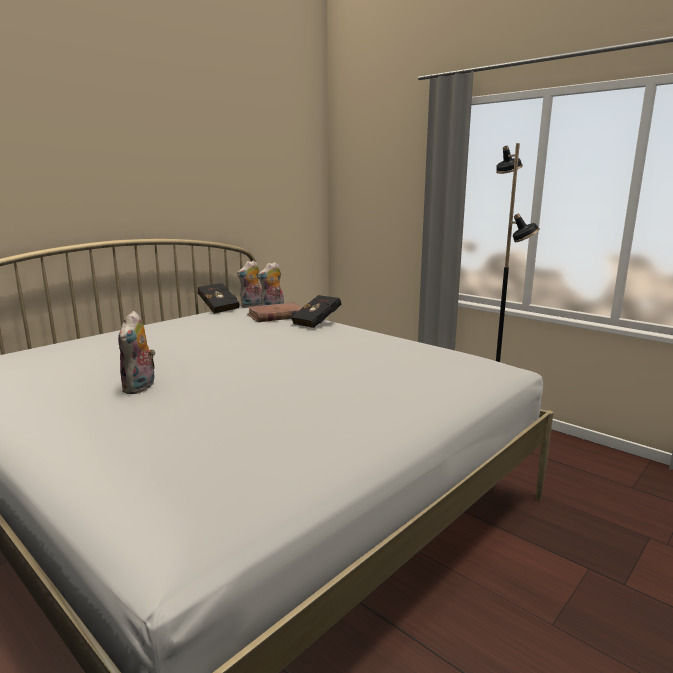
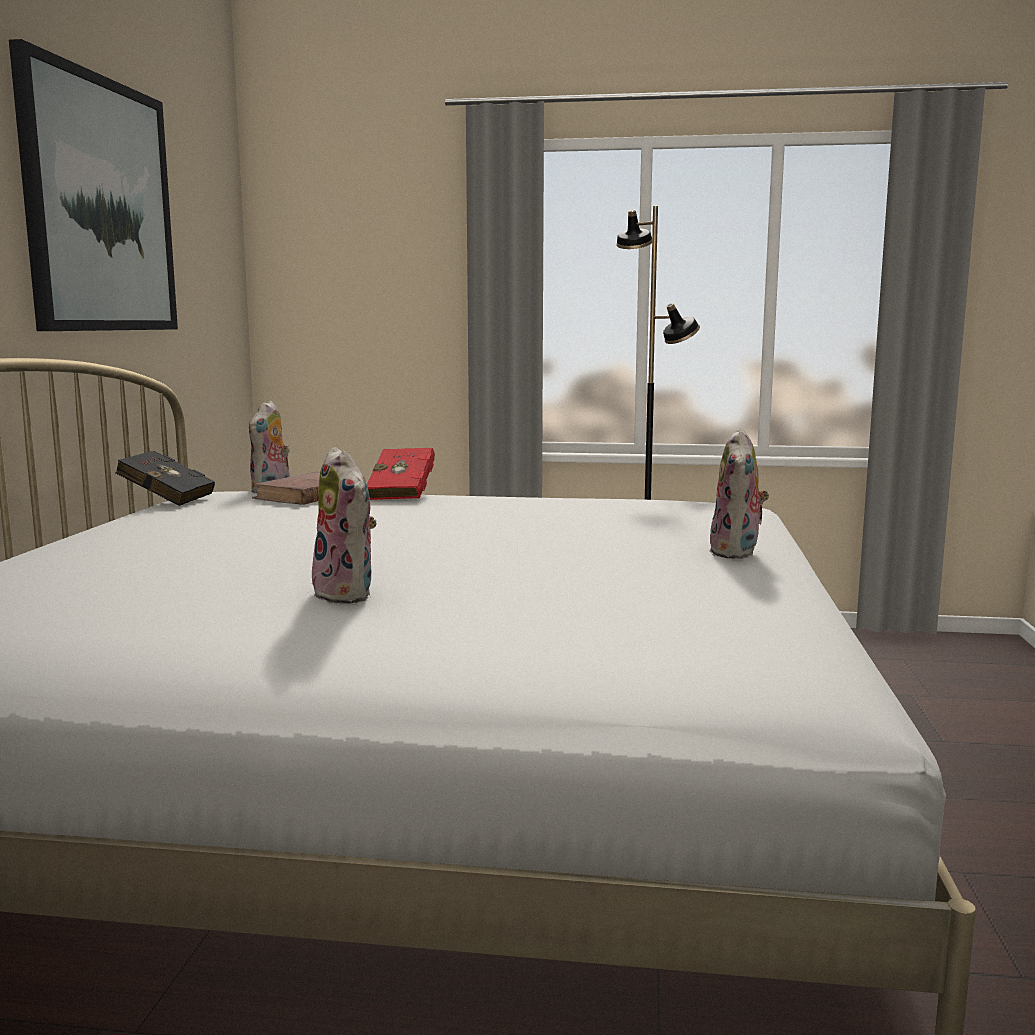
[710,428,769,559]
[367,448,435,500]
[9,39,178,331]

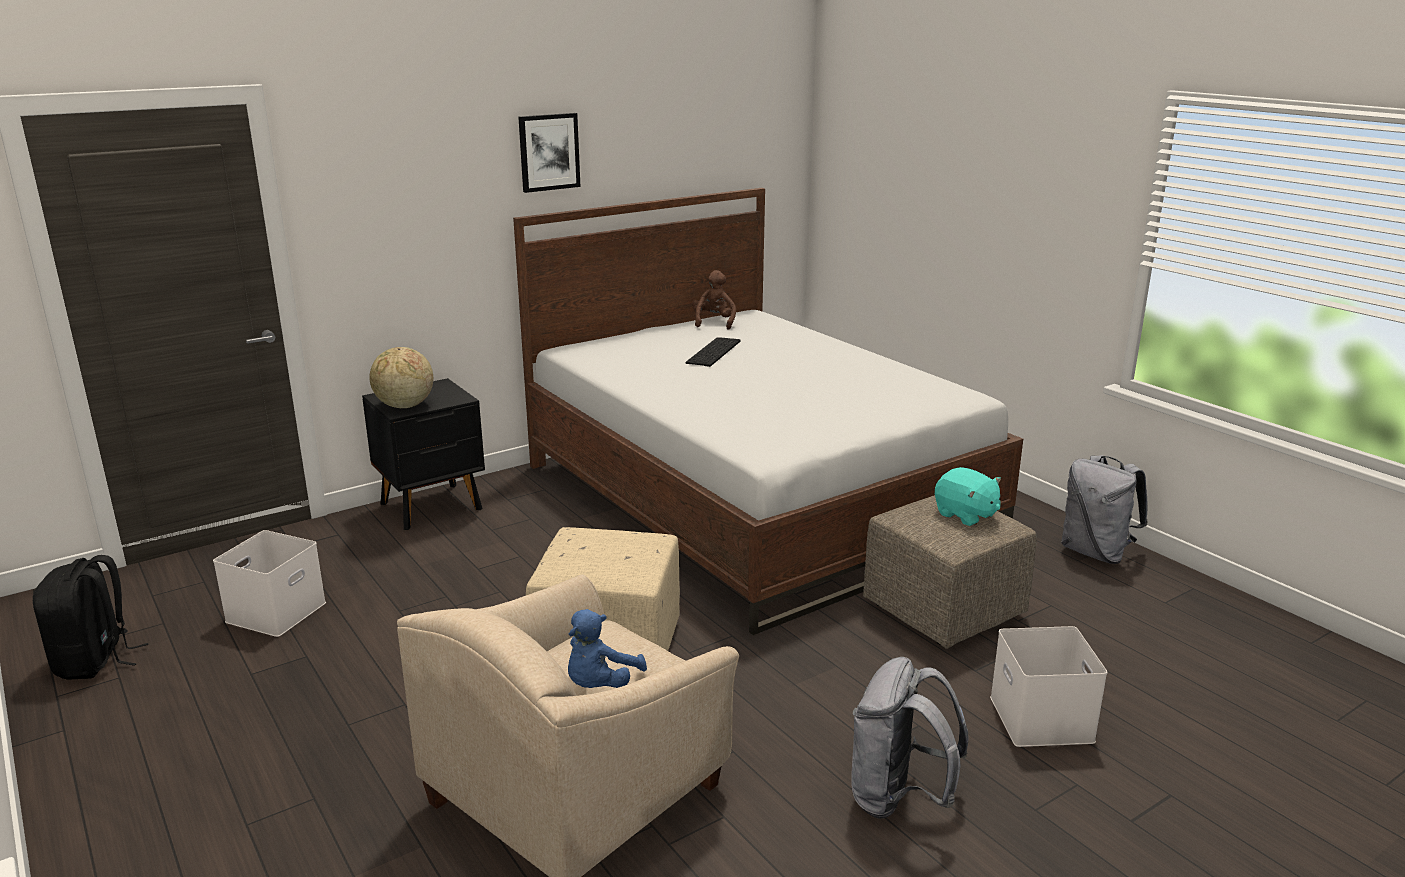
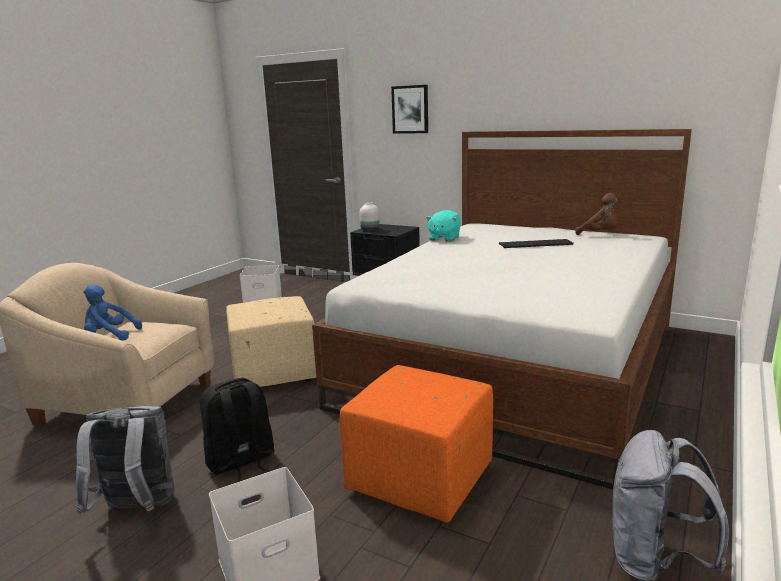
[391,85,428,134]
[575,193,618,235]
[359,202,380,231]
[426,210,461,242]
[339,365,493,523]
[200,378,275,482]

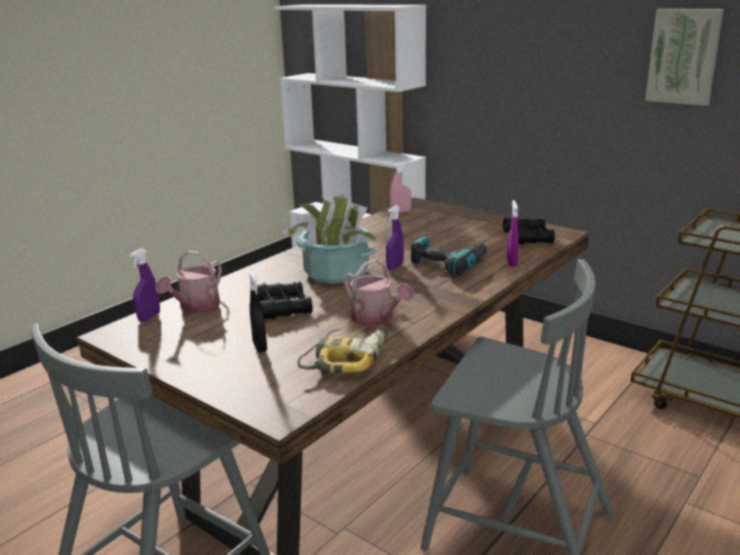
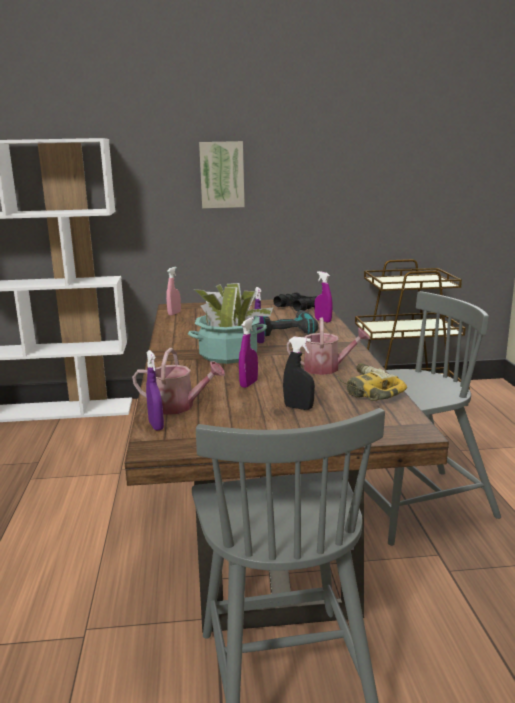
[199,141,245,208]
[132,348,225,415]
[239,317,258,388]

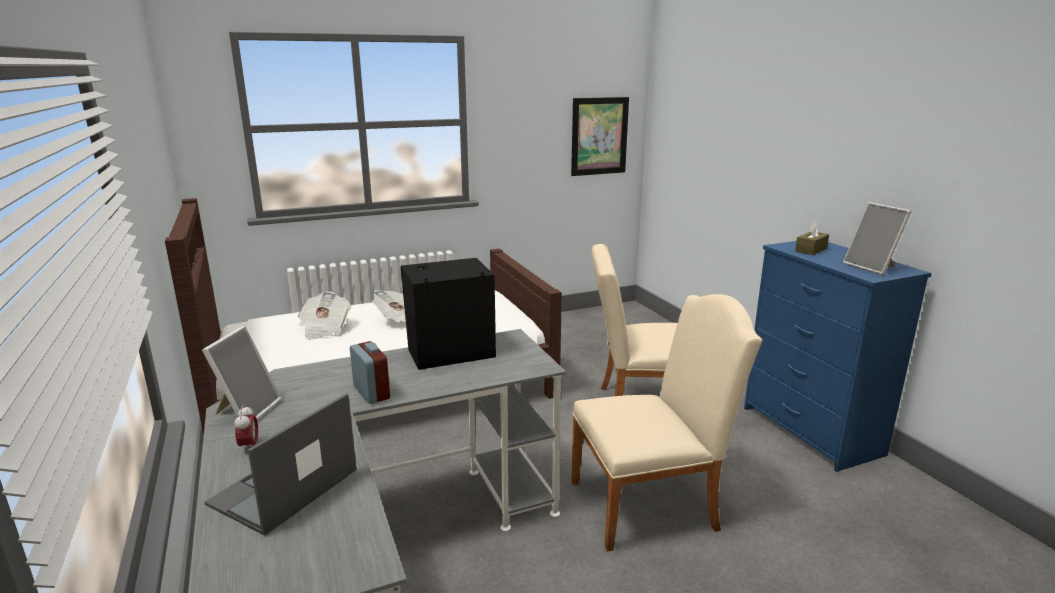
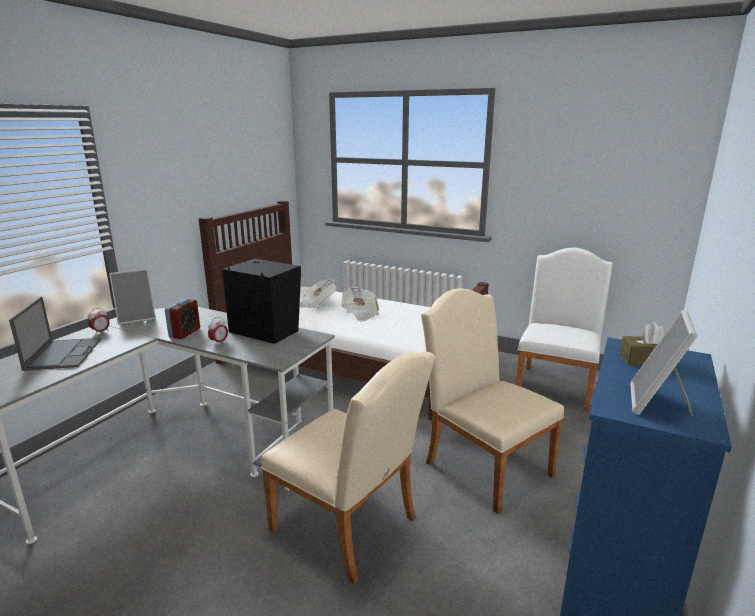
[571,97,629,176] (first image)
[9,297,101,371]
[516,248,613,412]
[208,317,228,346]

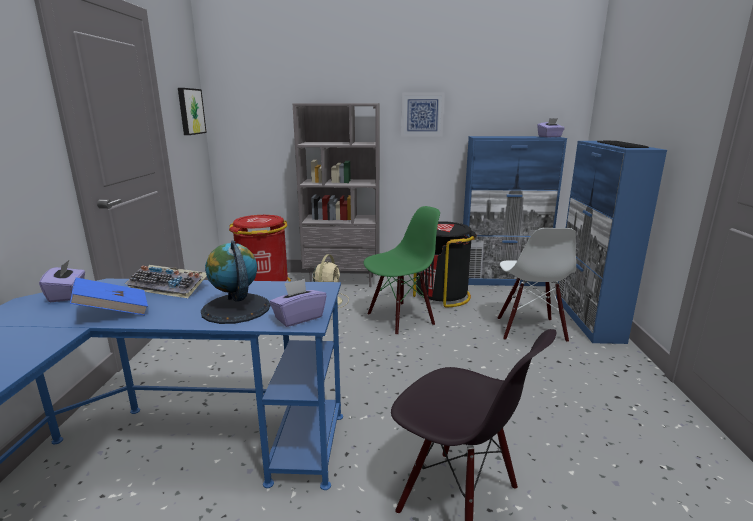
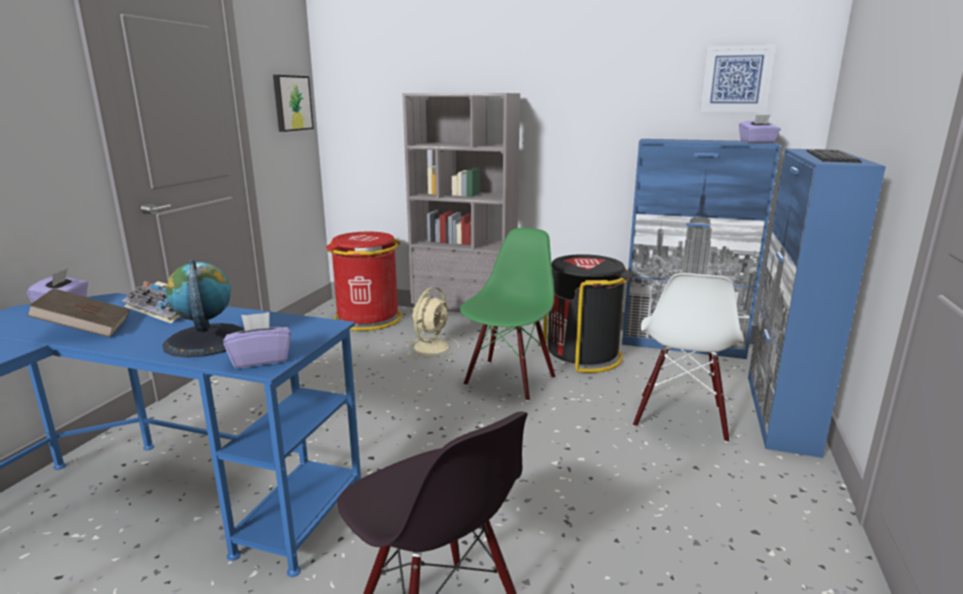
[700,45,775,112]
[460,228,555,401]
[27,288,130,337]

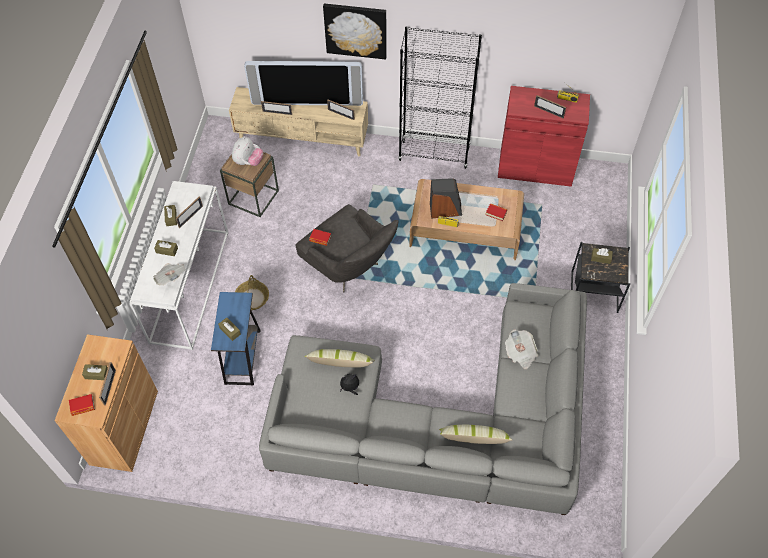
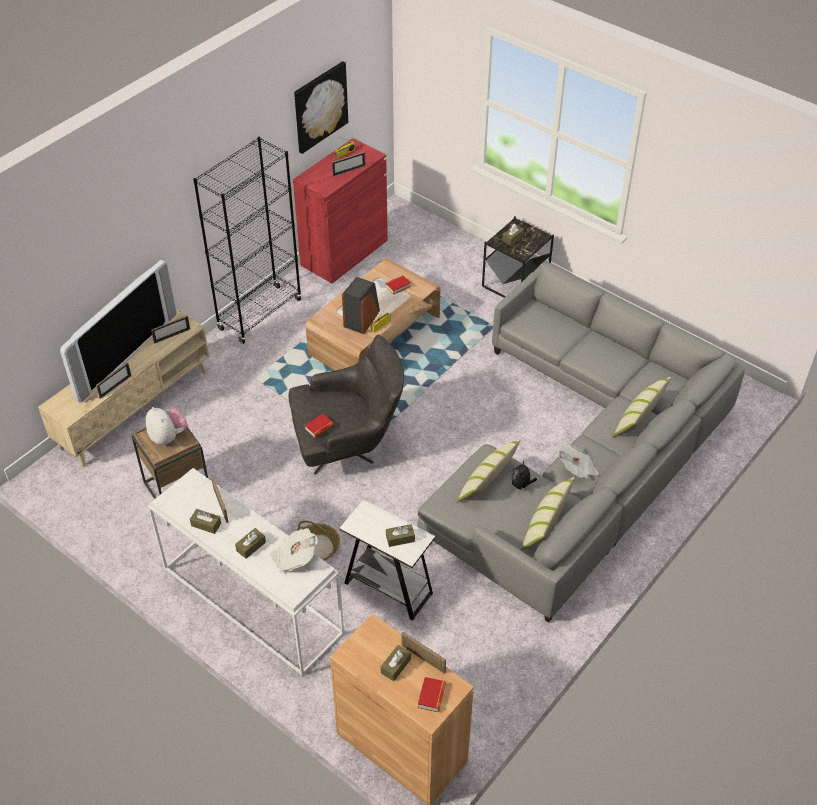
[294,61,348,154]
[339,499,435,621]
[557,444,599,478]
[521,477,575,551]

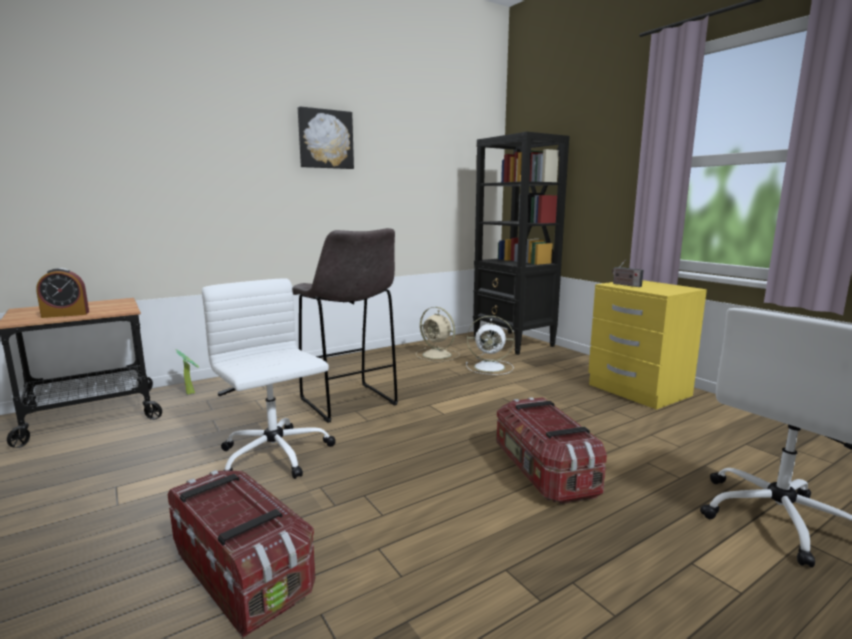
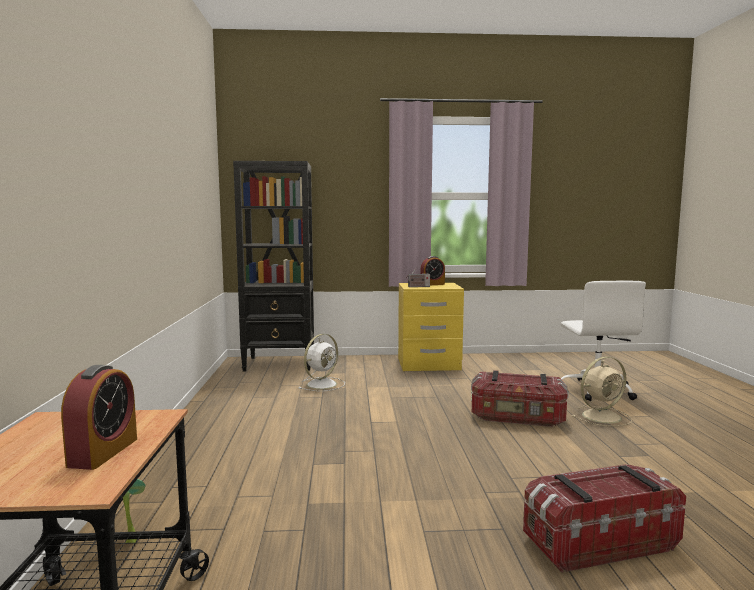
[298,106,354,169] (first image)
[292,228,398,423] (first image)
[202,279,336,479] (first image)
[571,356,632,426]
[420,256,445,285]

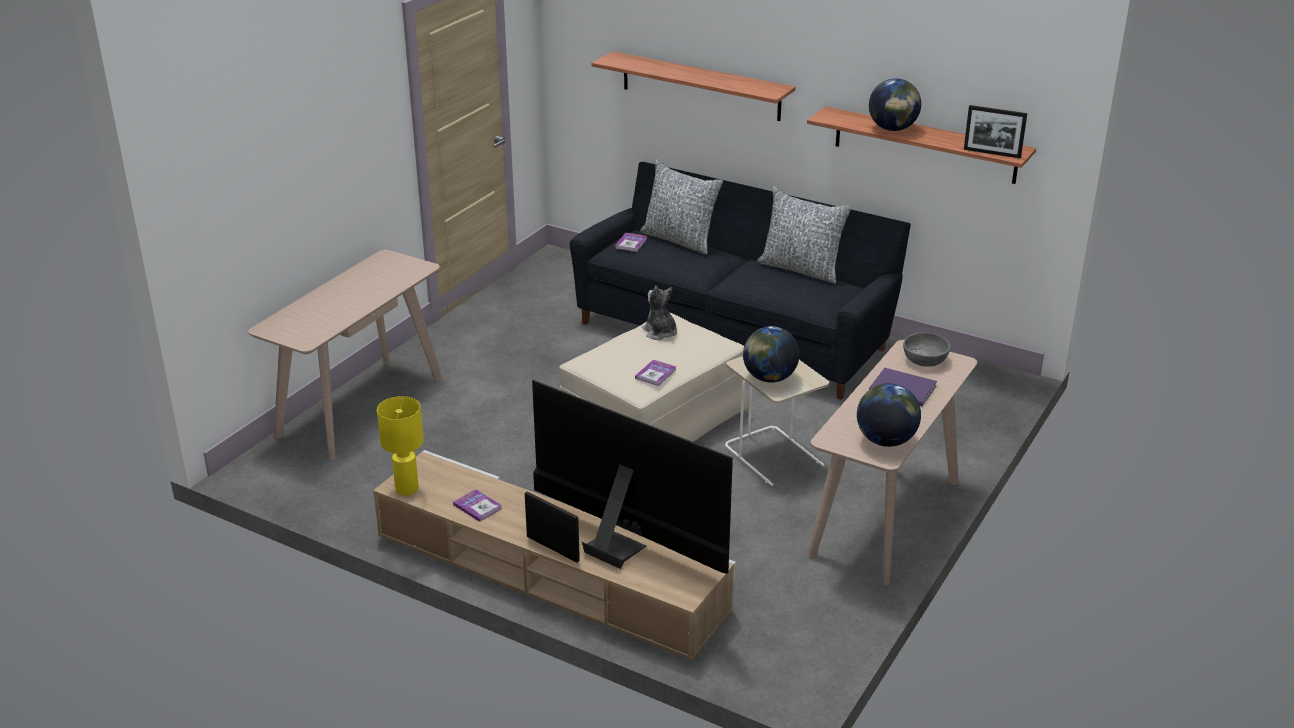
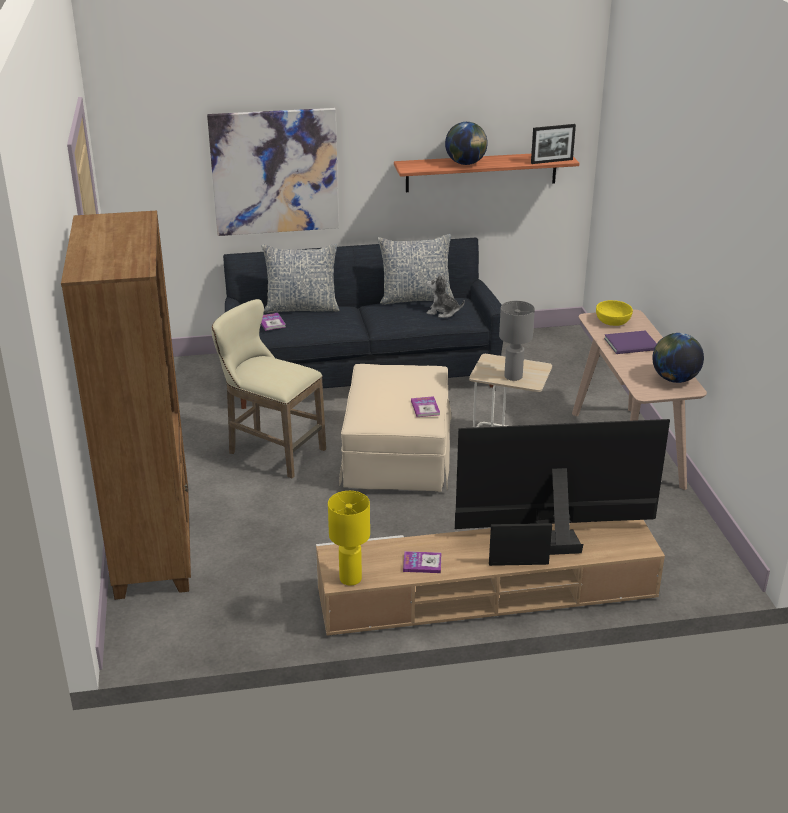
[207,108,339,236]
[61,210,191,600]
[426,273,465,318]
[499,301,535,381]
[596,300,633,326]
[212,299,326,478]

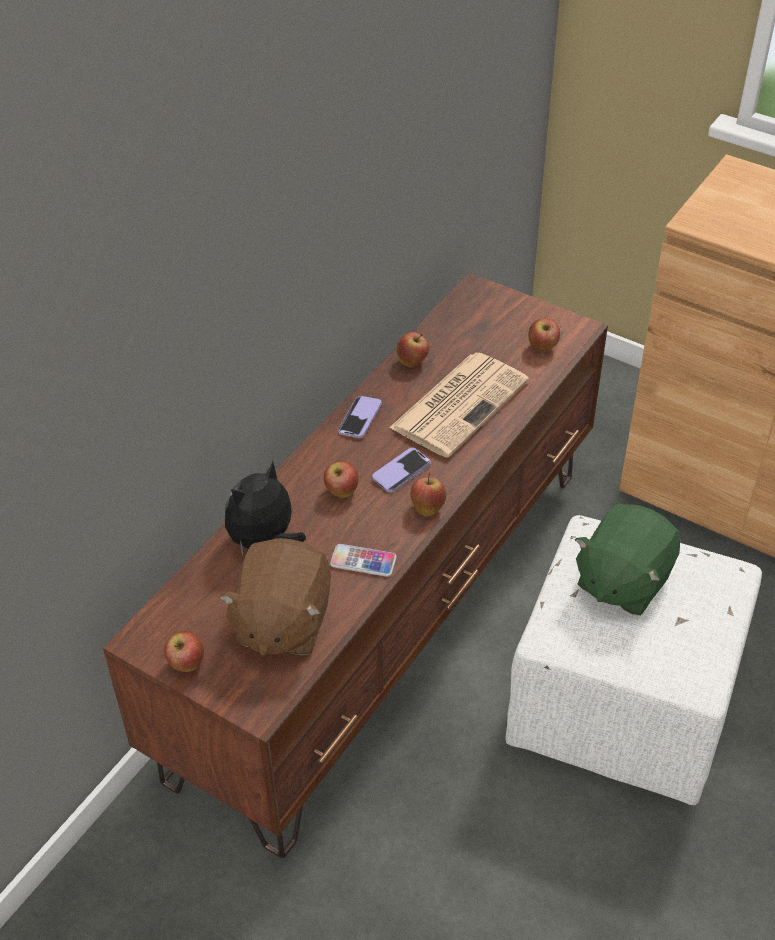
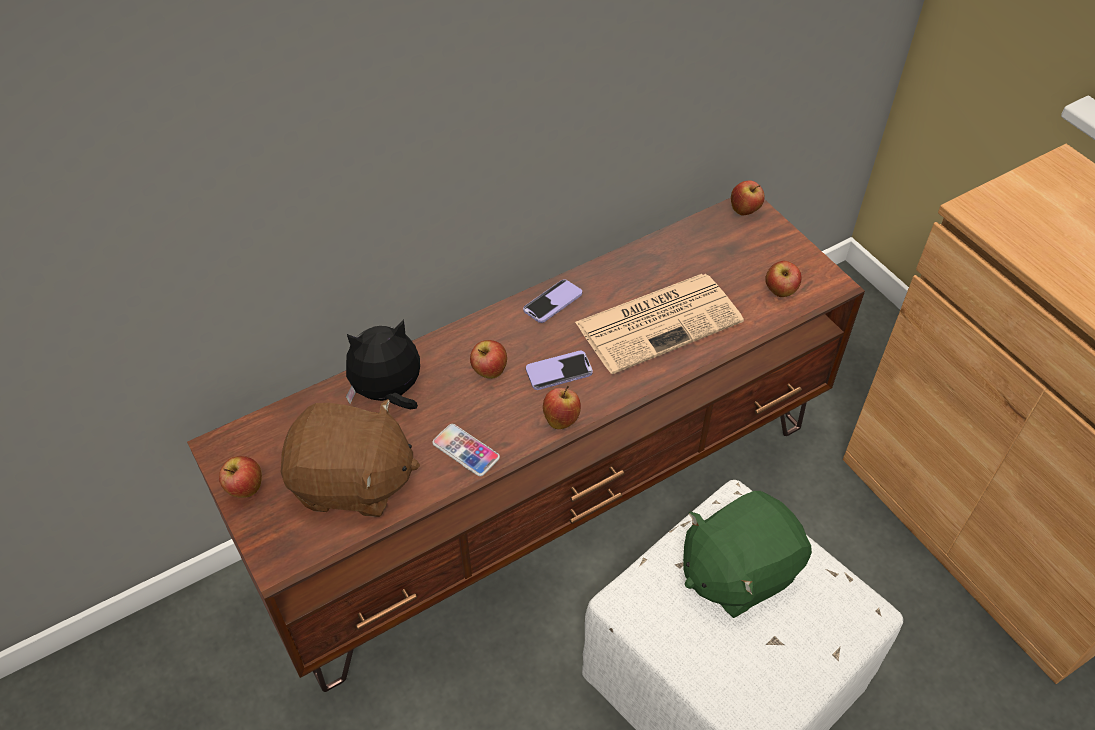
[731,180,764,215]
[281,399,420,517]

